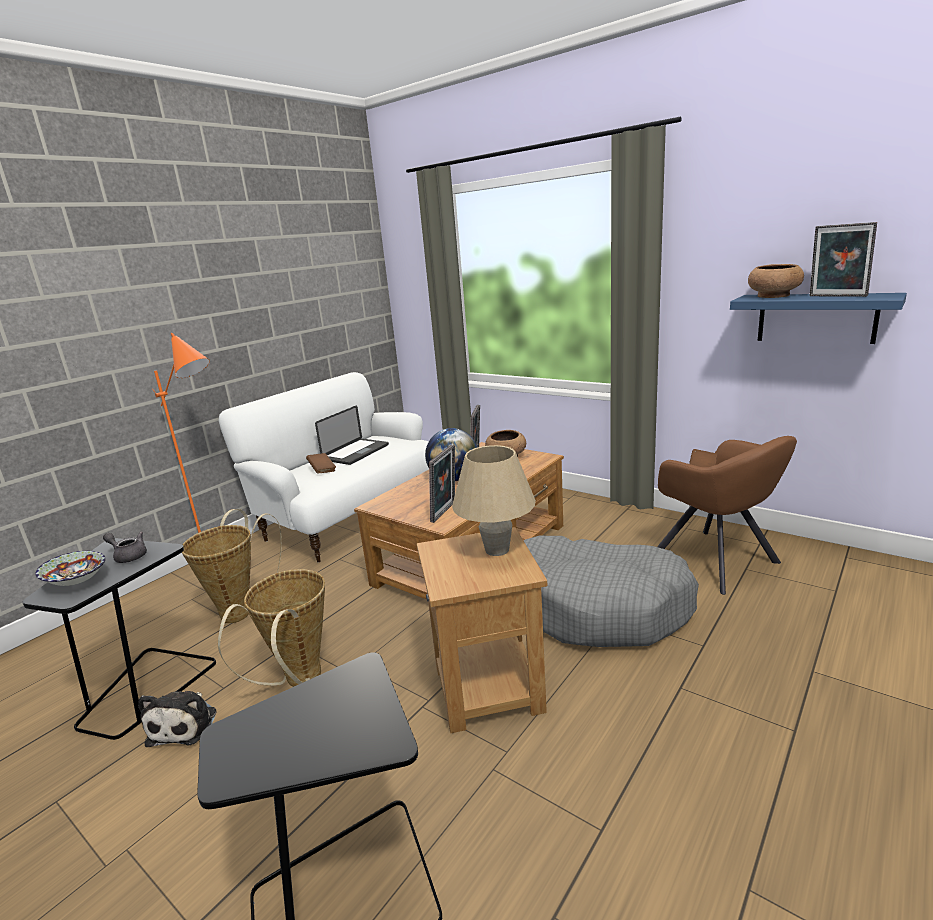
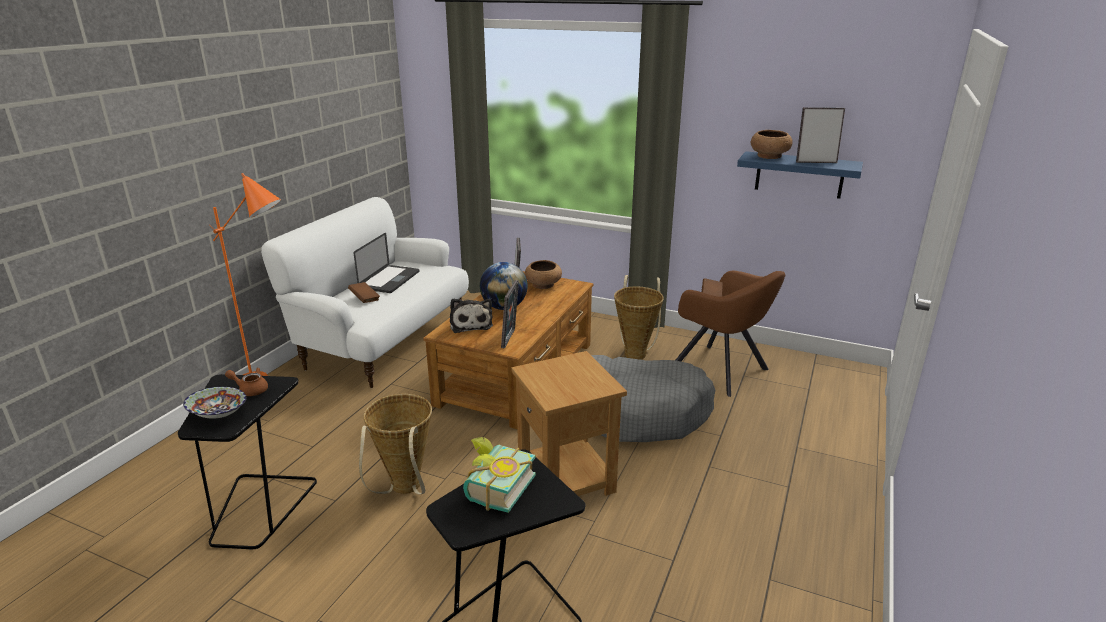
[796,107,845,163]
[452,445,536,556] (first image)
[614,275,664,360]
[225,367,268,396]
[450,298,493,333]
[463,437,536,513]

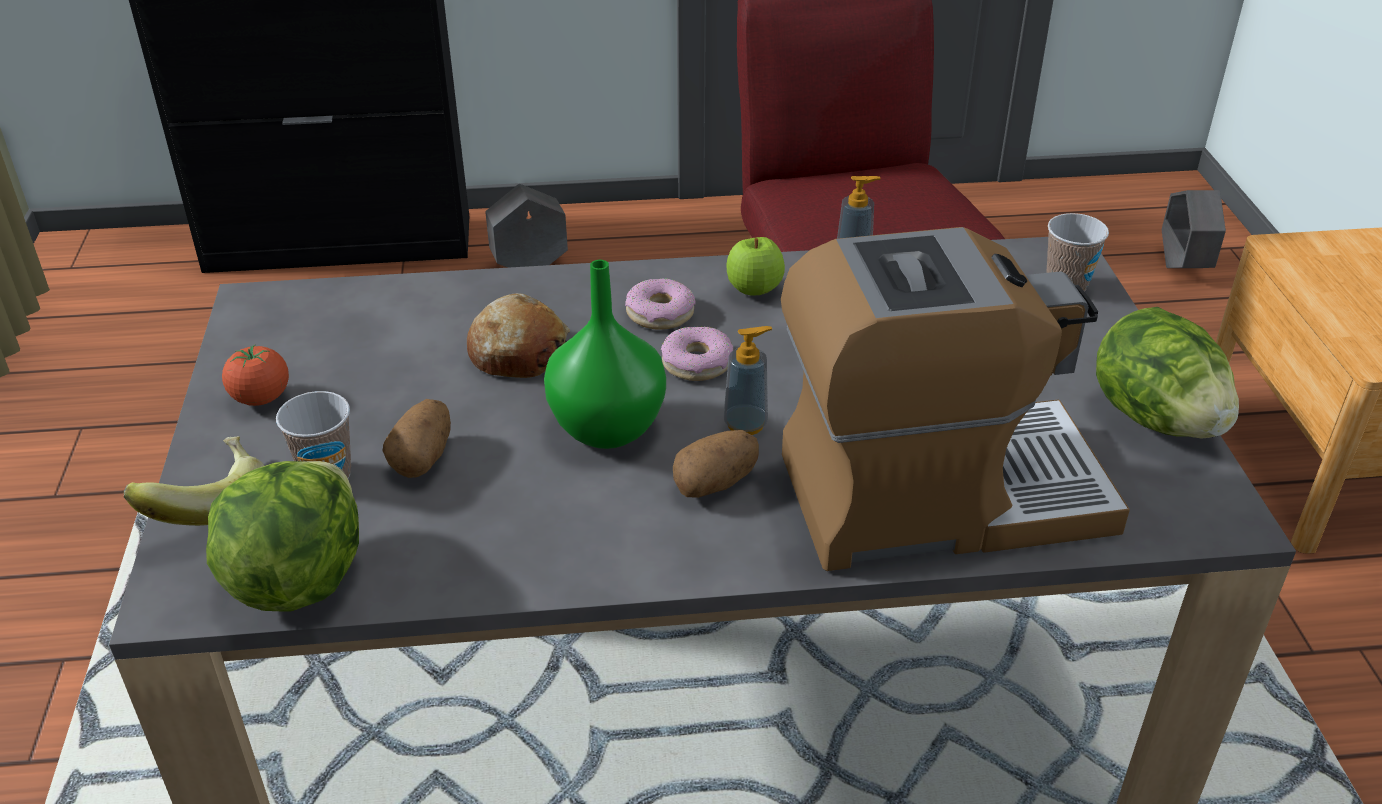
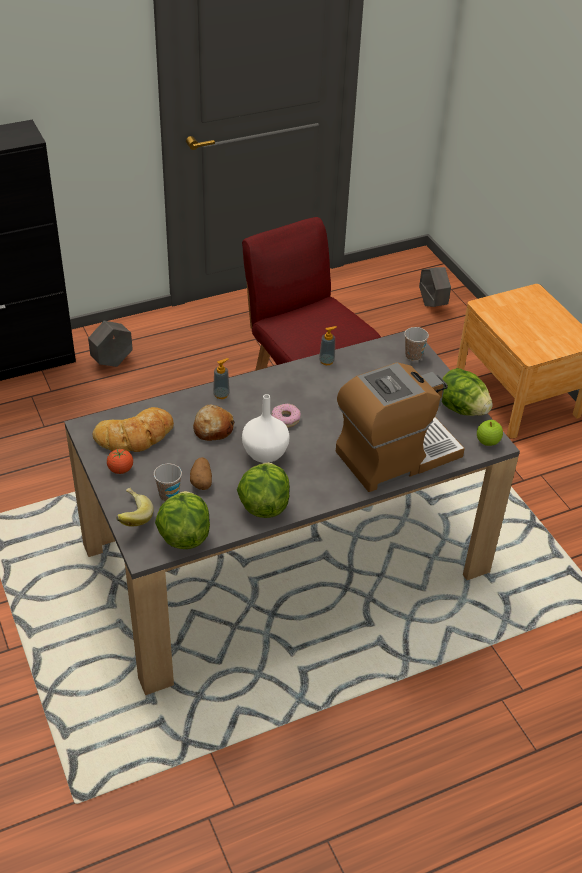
[477,420,503,446]
[242,394,290,463]
[625,278,696,330] (first image)
[213,358,230,399]
[673,430,759,498] (first image)
[93,407,174,452]
[237,462,290,518]

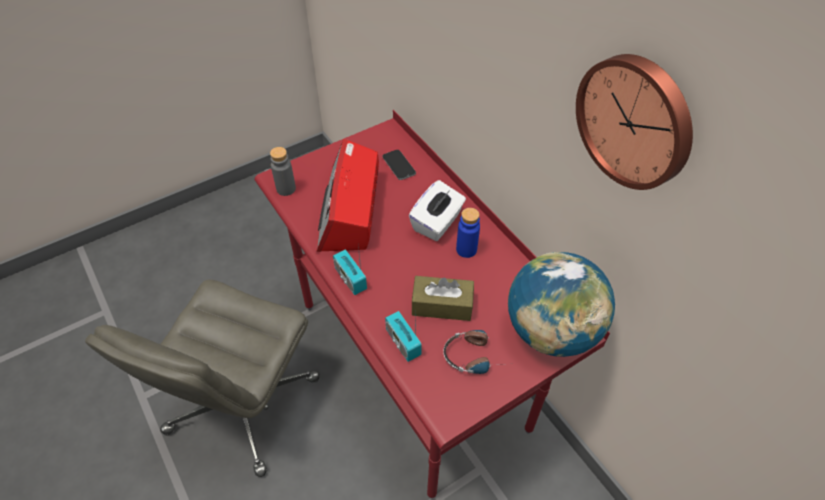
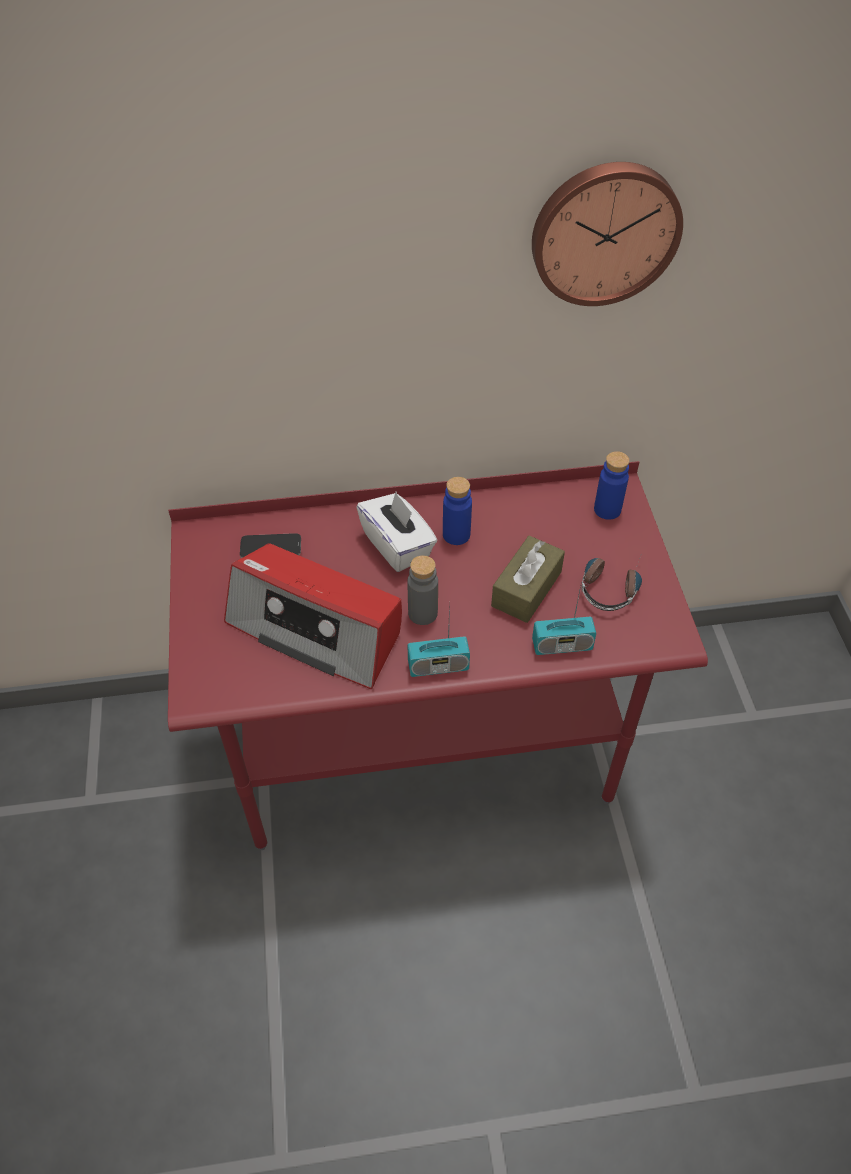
[408,555,438,625]
[594,451,630,520]
[85,279,320,477] (first image)

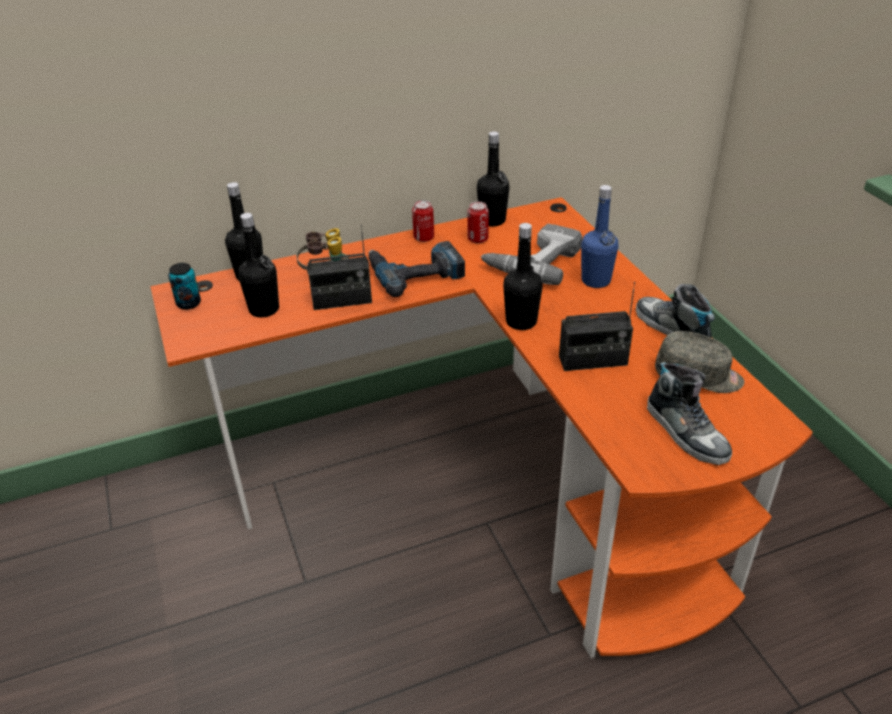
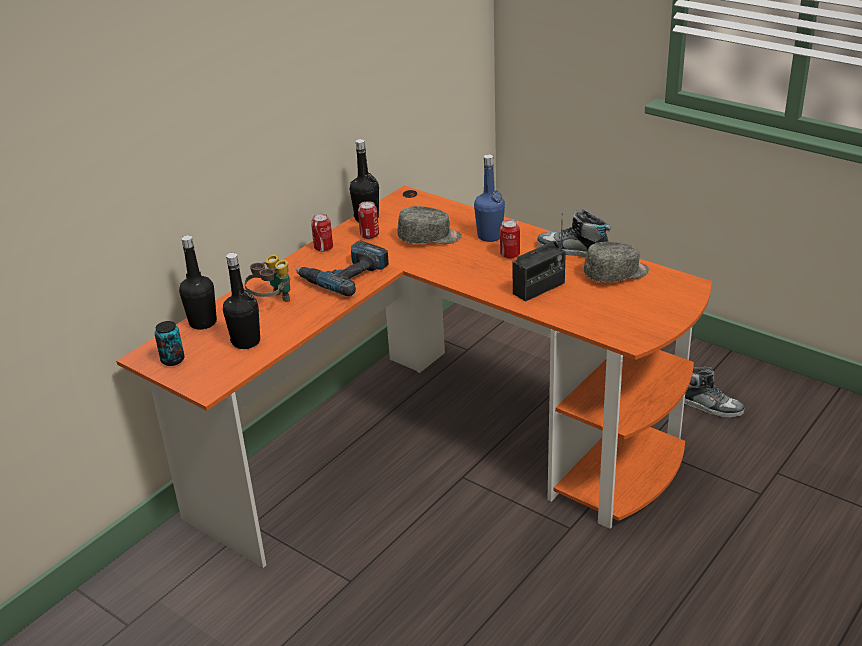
[503,223,543,330] (first image)
[307,224,372,310] (first image)
[398,206,462,244]
[684,366,744,418]
[500,219,520,259]

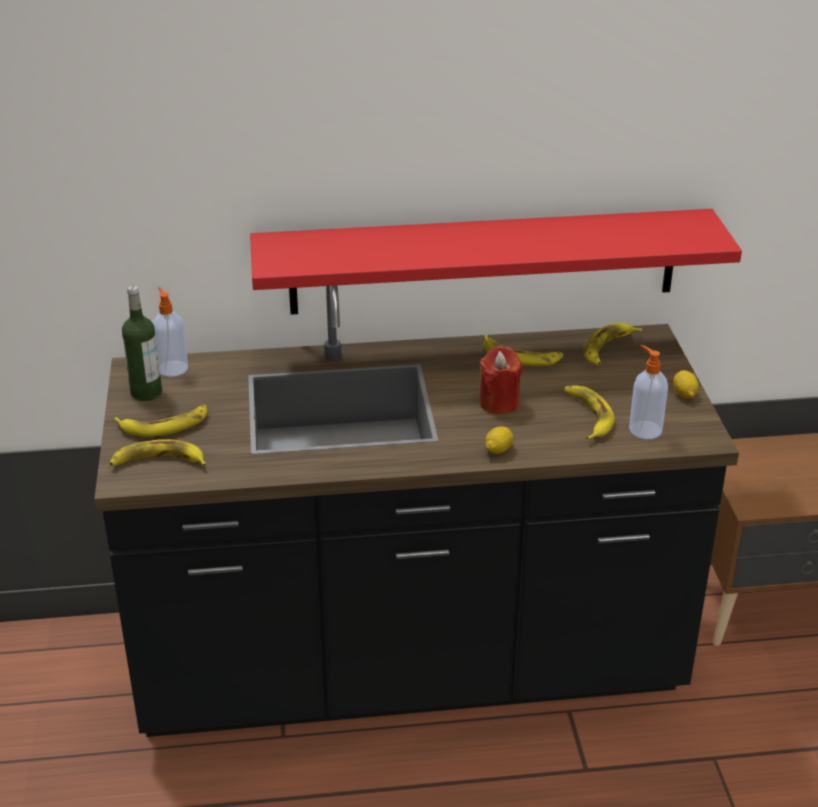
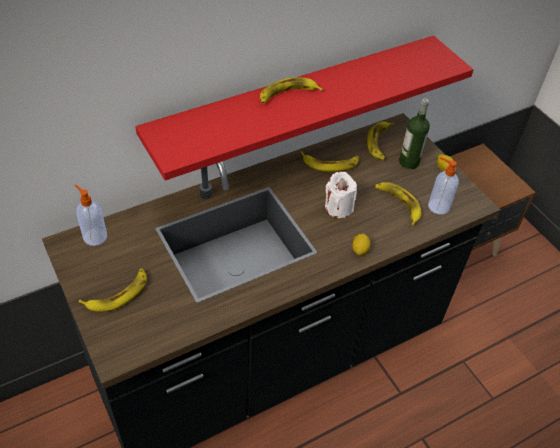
[399,98,430,169]
[325,172,357,218]
[260,77,323,104]

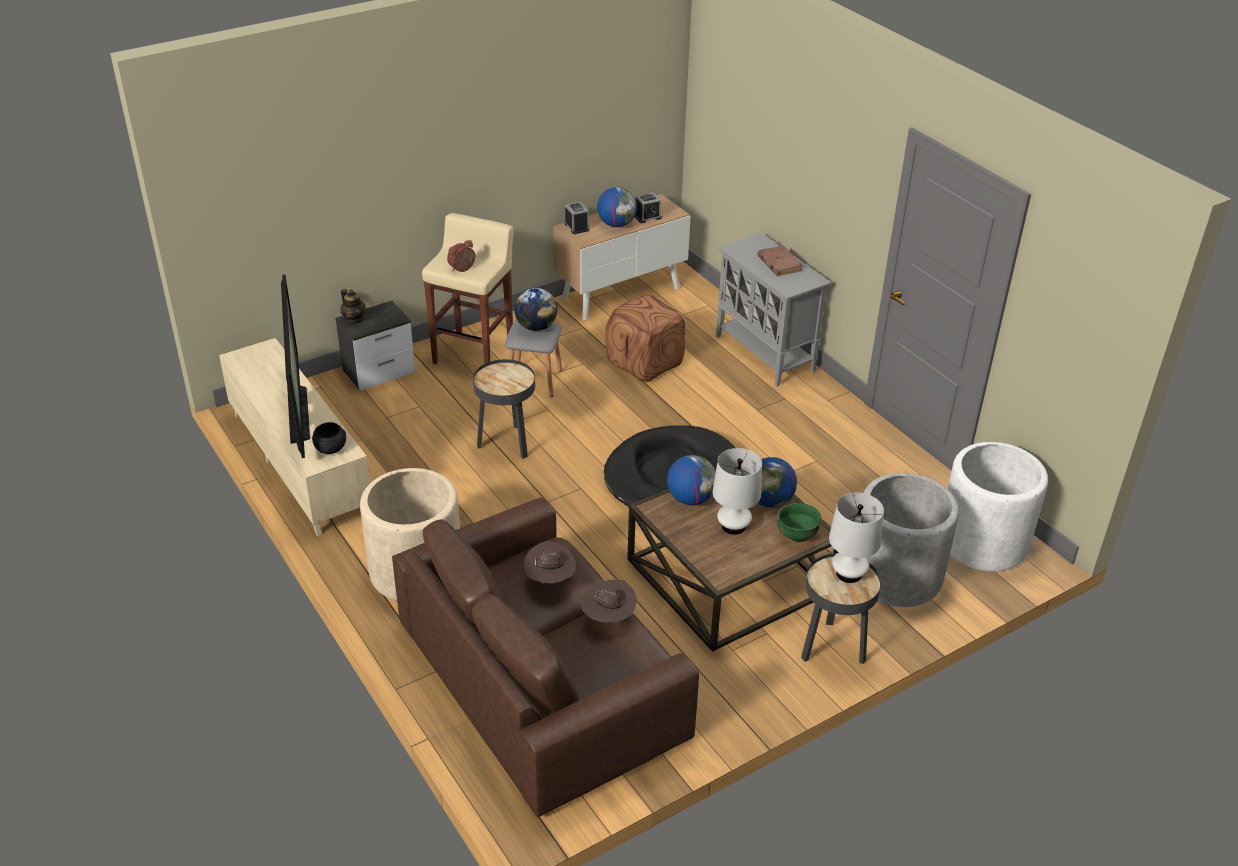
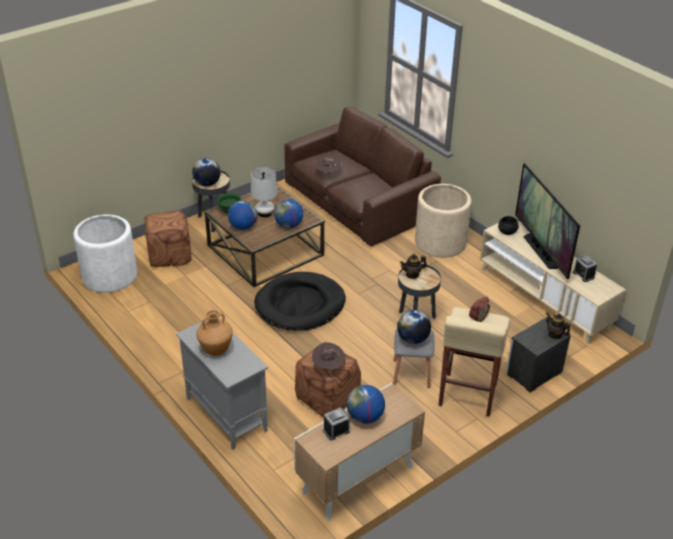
[573,256,597,282]
[196,310,232,356]
[145,211,191,267]
[192,158,220,186]
[312,342,346,370]
[400,254,427,279]

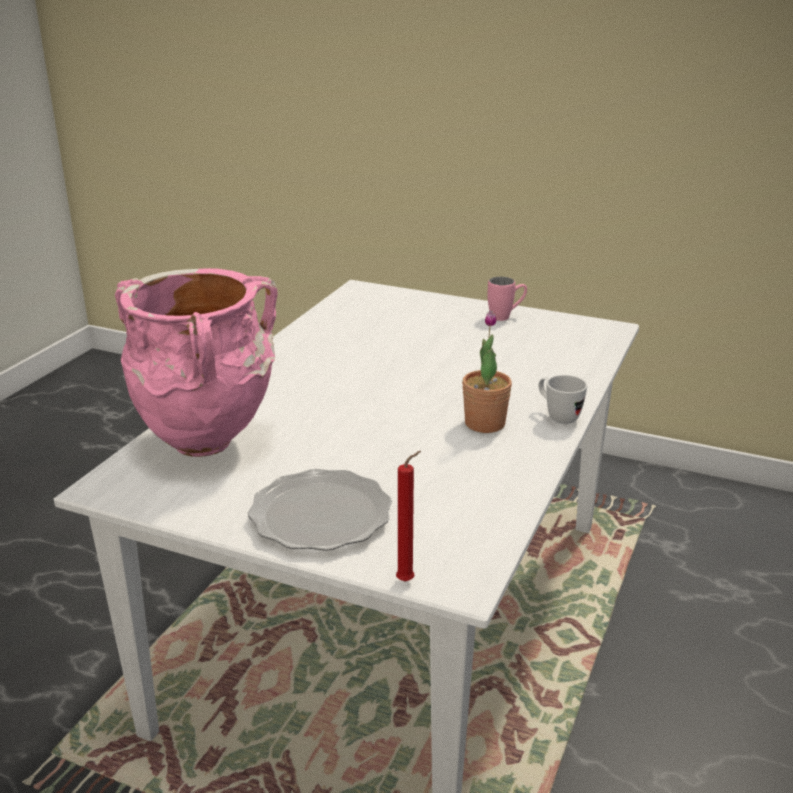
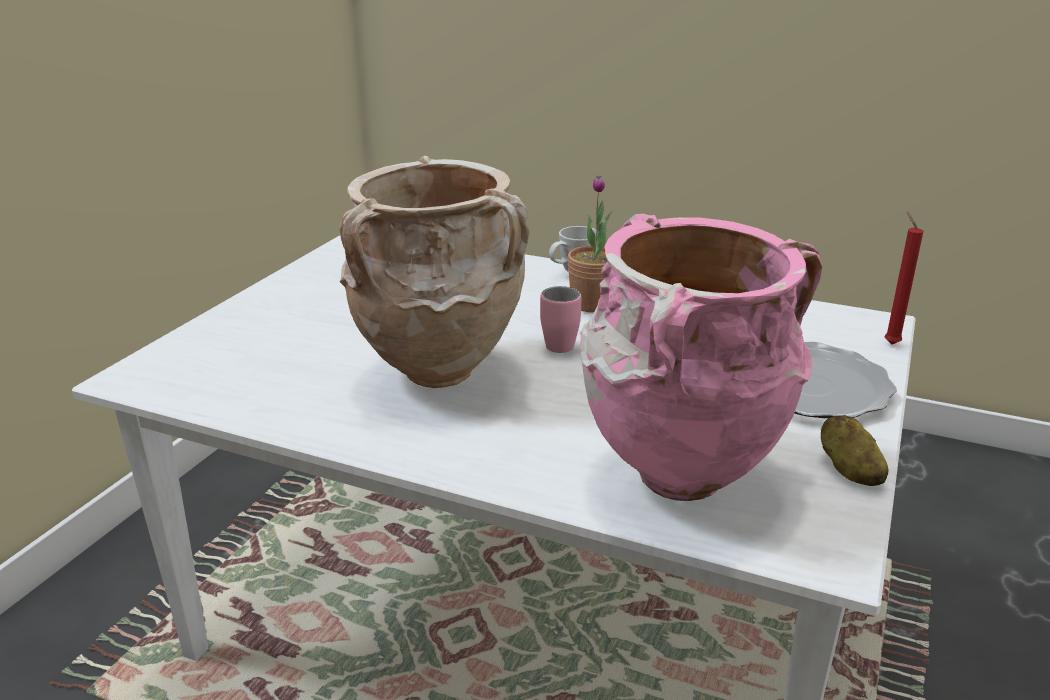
[540,286,581,353]
[339,156,530,388]
[821,415,889,486]

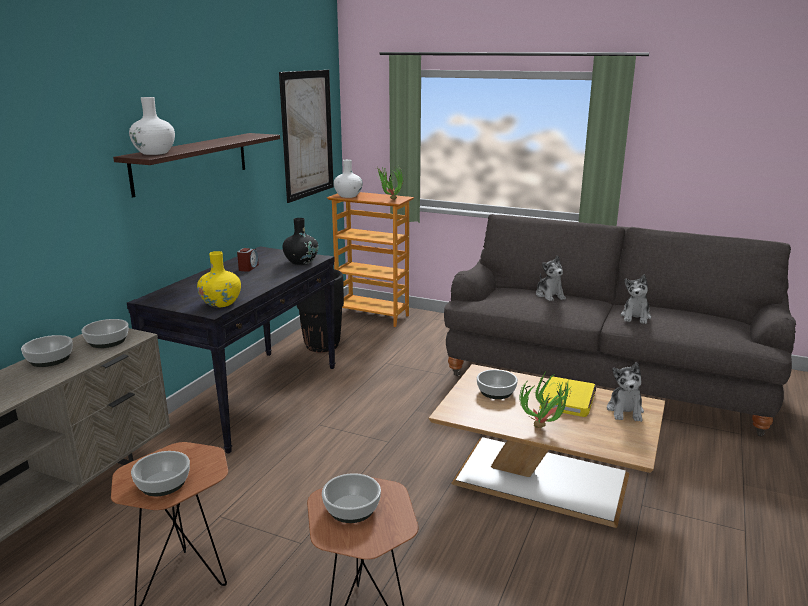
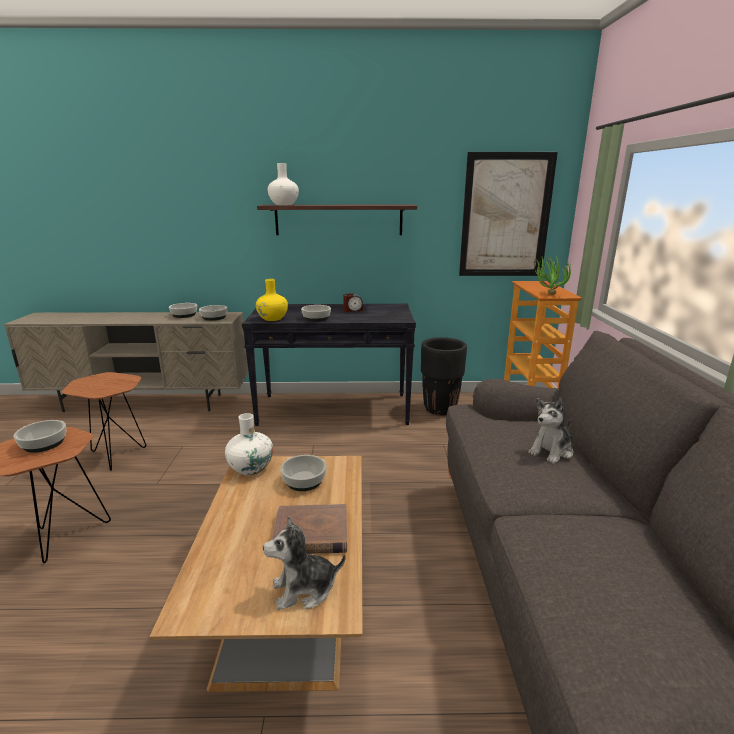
[225,413,273,475]
[283,218,318,265] (first image)
[621,275,651,324] (first image)
[519,373,571,428] (first image)
[272,504,347,554]
[301,305,331,322]

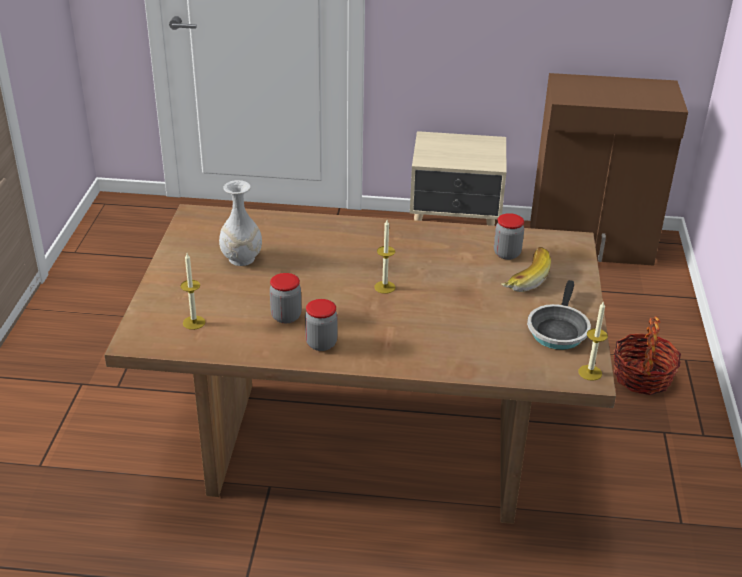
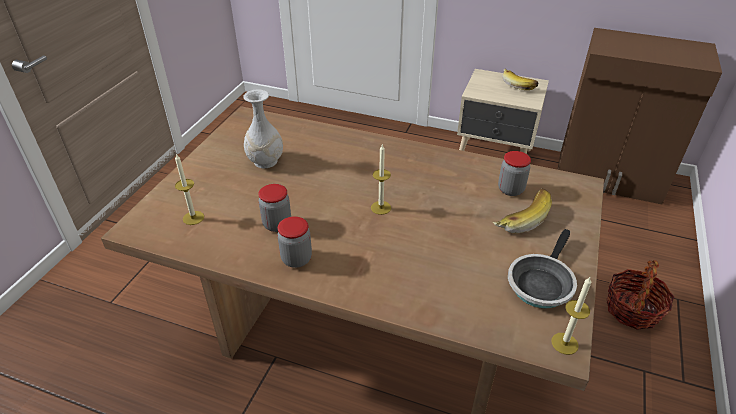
[502,69,538,90]

